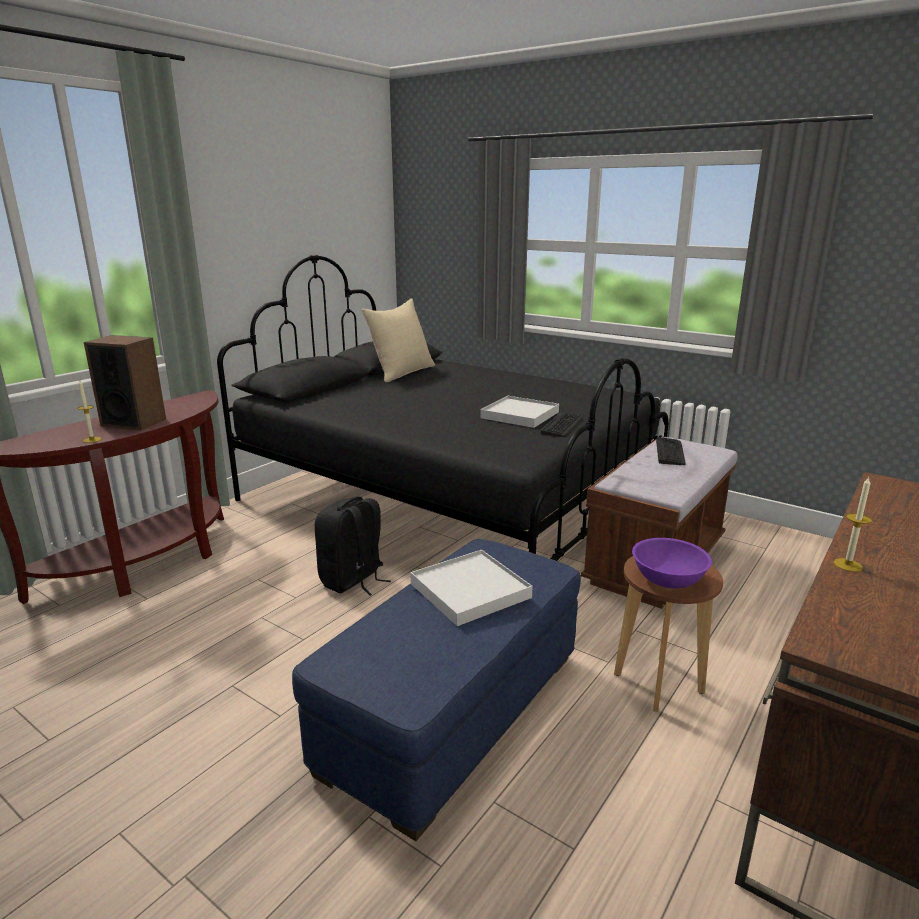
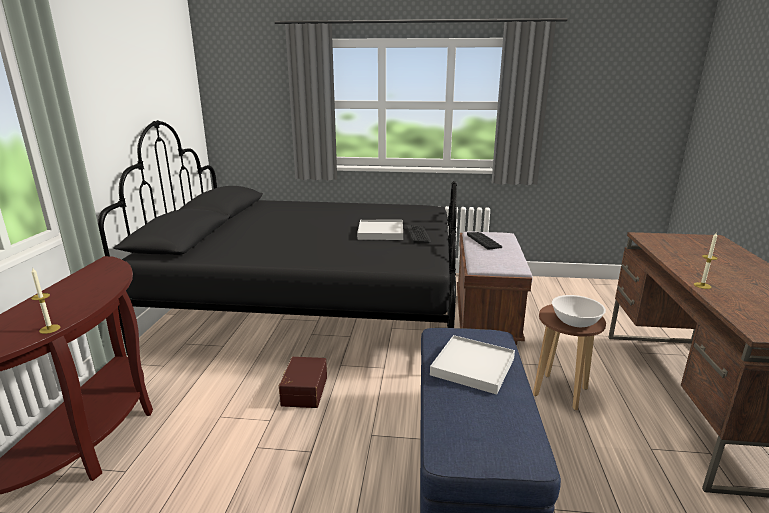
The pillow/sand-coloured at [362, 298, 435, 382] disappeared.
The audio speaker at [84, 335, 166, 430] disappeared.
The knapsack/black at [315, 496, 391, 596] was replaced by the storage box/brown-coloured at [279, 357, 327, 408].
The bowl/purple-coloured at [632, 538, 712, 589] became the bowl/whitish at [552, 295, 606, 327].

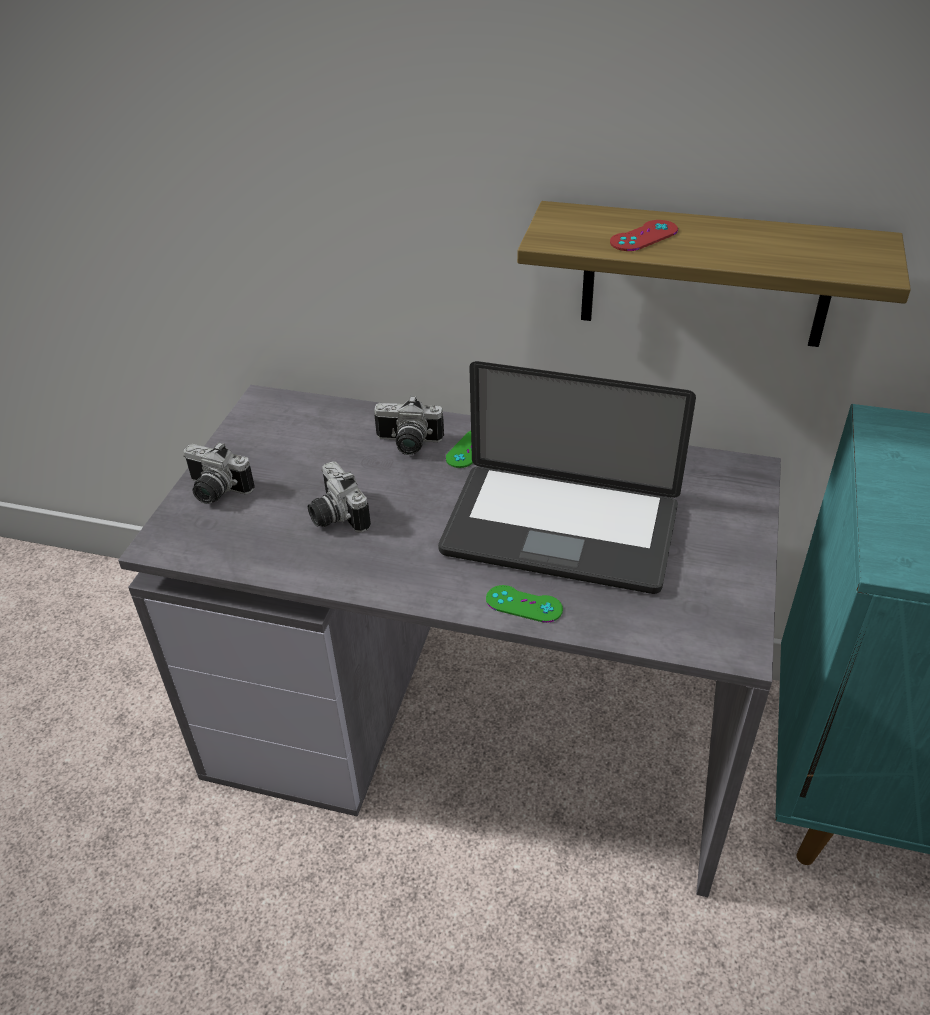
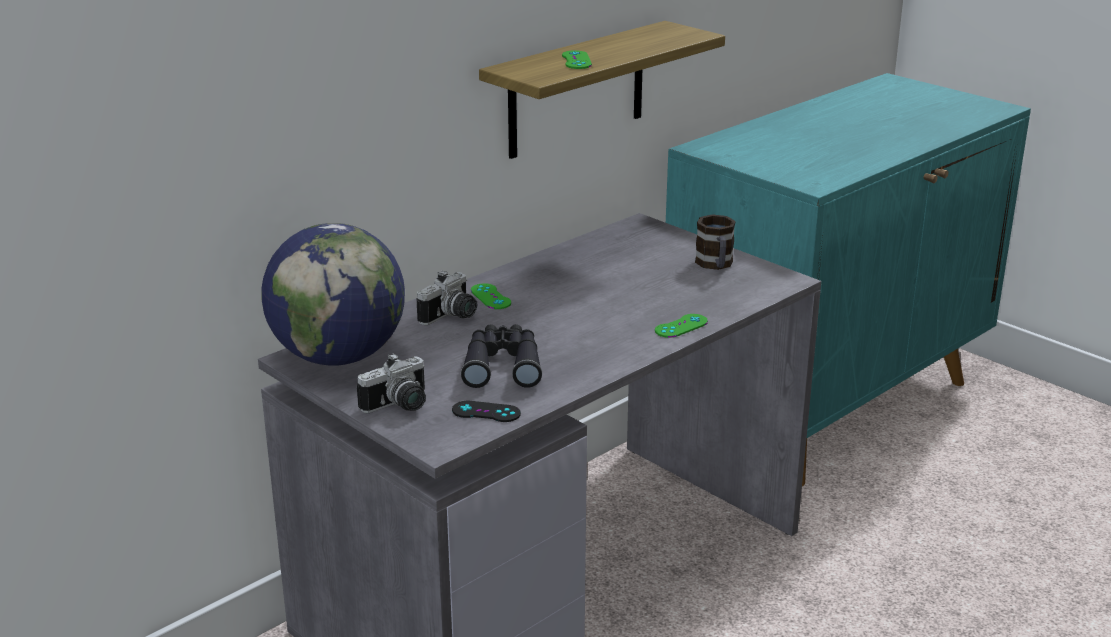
The game controller/red-coloured at [610, 220, 678, 251] became the game controller/greenish at [562, 50, 592, 69].
The laptop at [438, 361, 696, 594] disappeared.
The still camera at [308, 462, 371, 533] was replaced by the pair of binoculars/black at [461, 324, 542, 388].
The mug at [695, 214, 736, 270] appeared.
The desk globe at [261, 223, 405, 366] appeared.
The game controller/black at [452, 401, 521, 422] appeared.

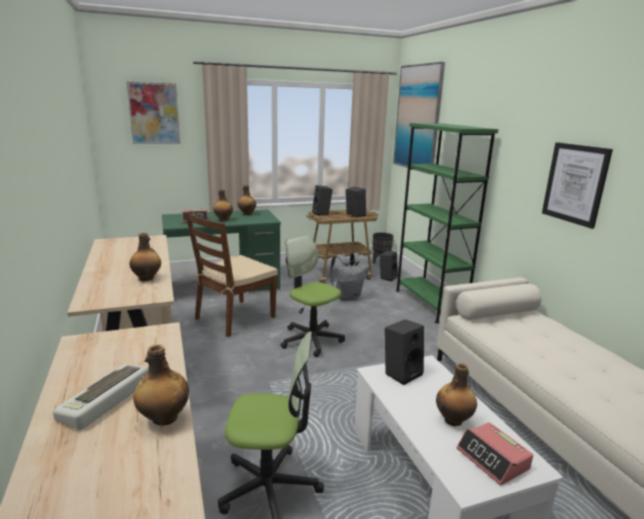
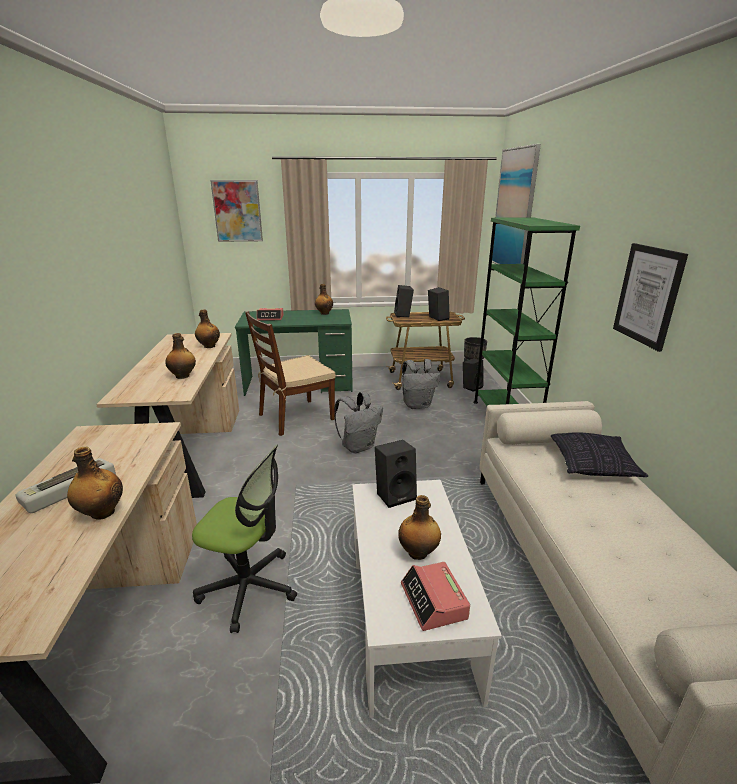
The drink bottle moved from [213, 189, 233, 221] to [195, 309, 220, 348].
The computer chair at [280, 234, 345, 357] was replaced by the knapsack/grey at [334, 392, 383, 453].
The pillow at [551, 432, 648, 477] appeared.

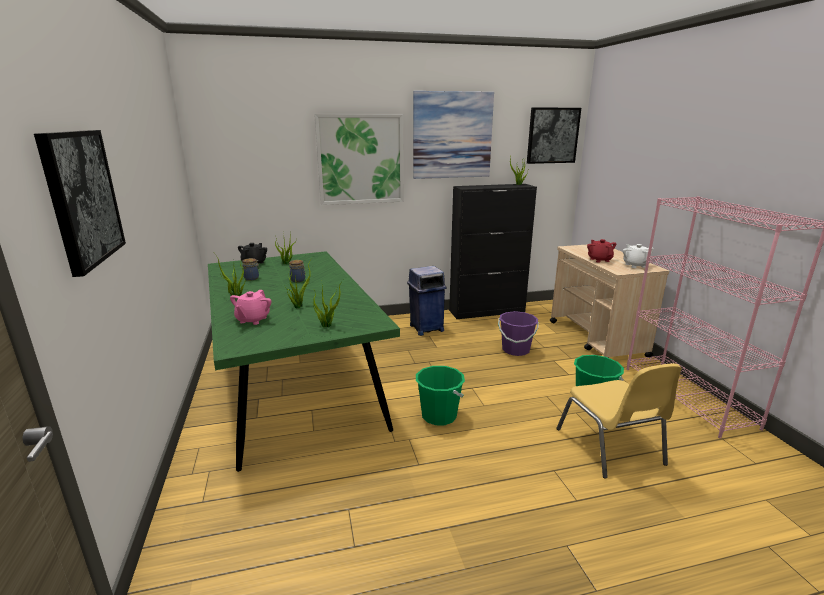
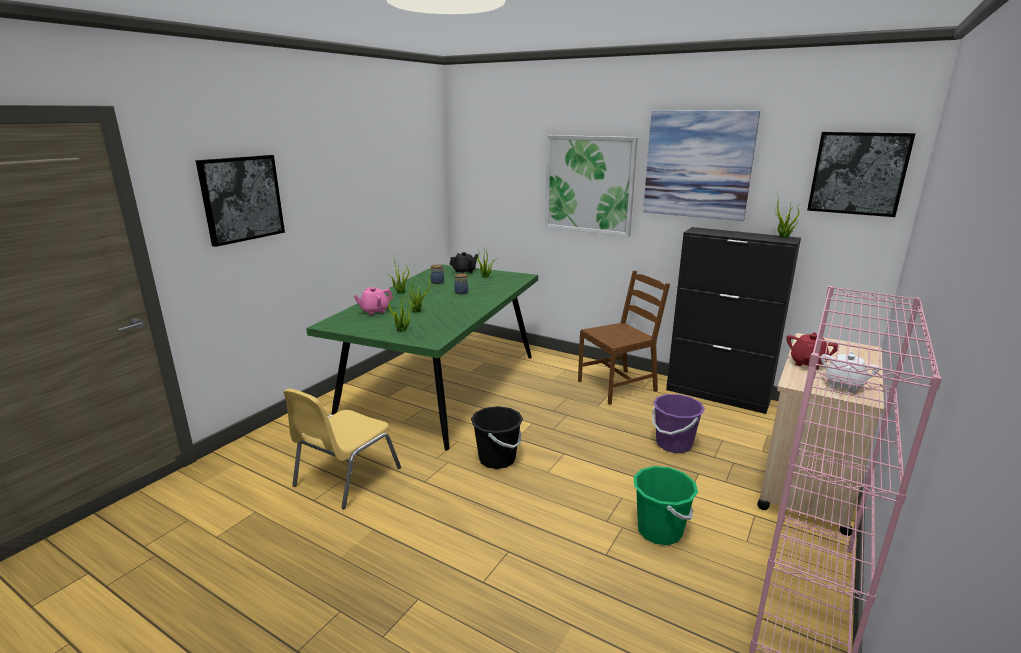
The trash can/blue-coloured at [407, 266, 447, 336] was replaced by the chair/brown-coloured at [578, 271, 670, 405].
The chair/yellowish moved from [557, 363, 682, 479] to [283, 389, 401, 509].
The water bucket/greenish at [416, 366, 465, 425] became the water bucket/black at [471, 406, 523, 469].

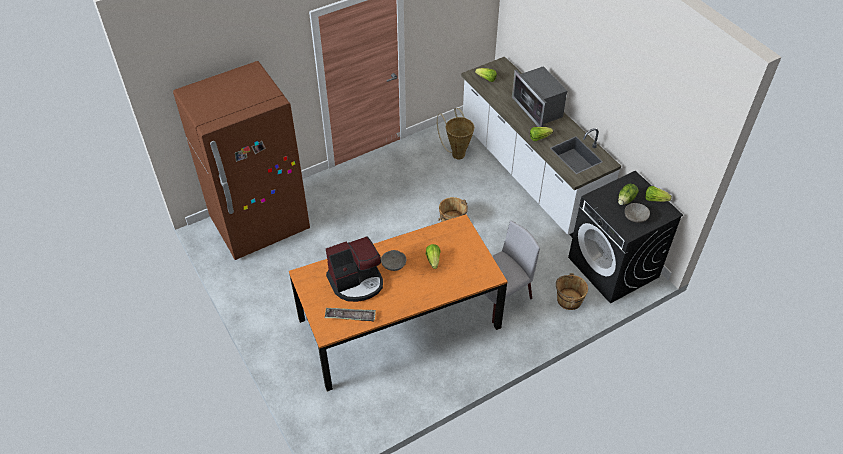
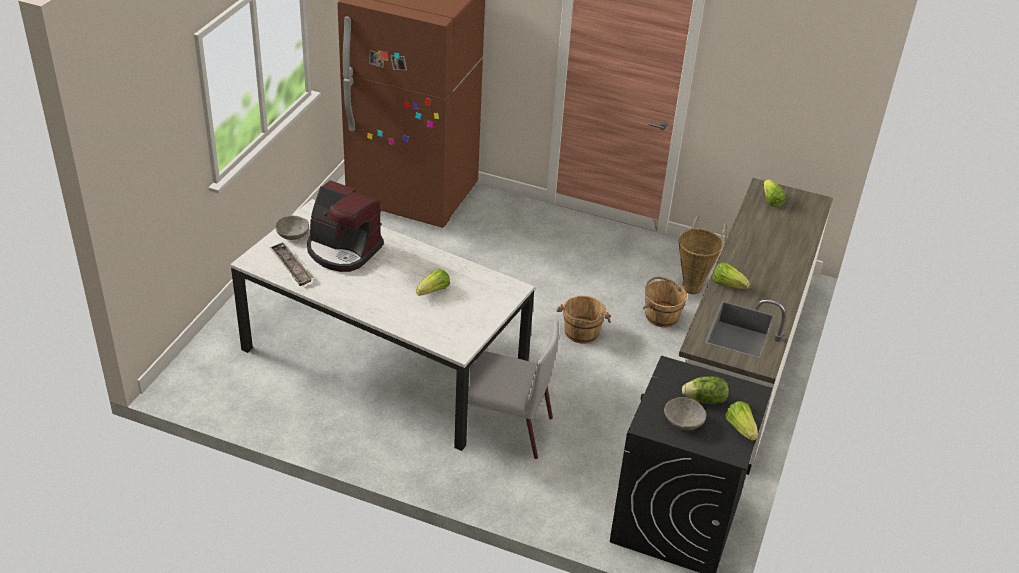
The microwave oven at [512, 66, 567, 127] disappeared.
The kitchen table/orange-coloured at [289, 214, 508, 392] became the kitchen table/whitish at [230, 199, 535, 451].
The bowl/grey moved from [381, 250, 407, 271] to [275, 216, 309, 240].
The water bucket/brown-coloured moved from [556, 273, 588, 310] to [643, 277, 687, 327].

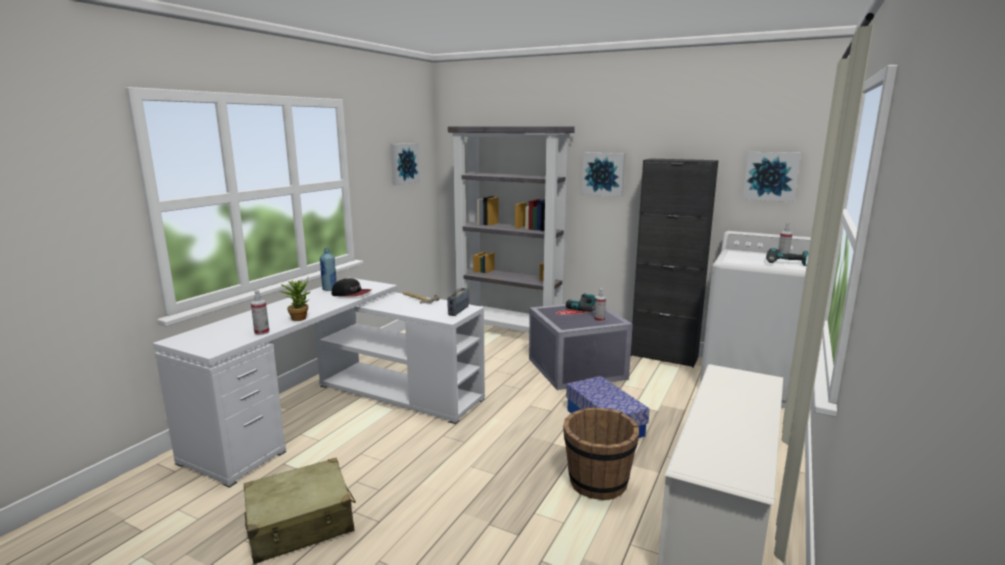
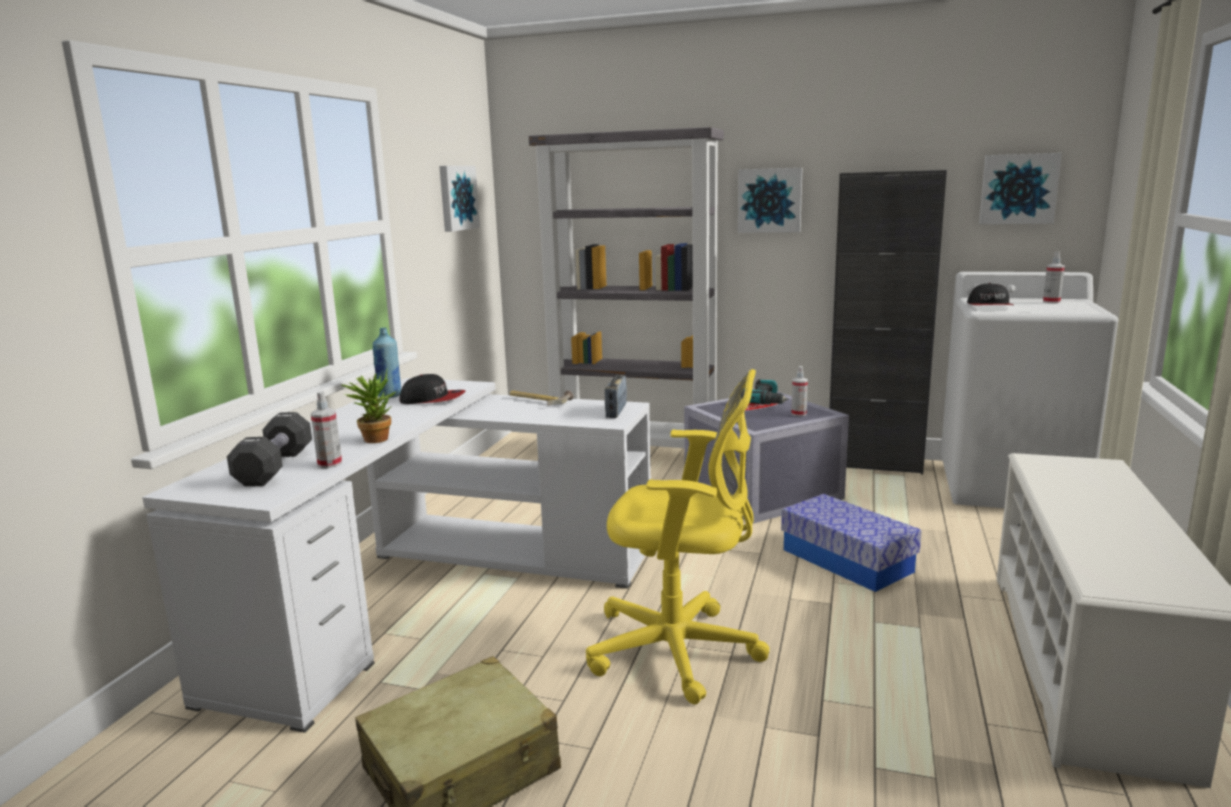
The electric drill at [766, 248, 808, 266] disappeared.
The water bucket/brown-coloured at [563, 407, 639, 500] disappeared.
The baseball cap at [967, 283, 1013, 305] appeared.
The computer chair/yellowish at [586, 369, 769, 705] appeared.
The dumbbell/black at [227, 412, 312, 486] appeared.

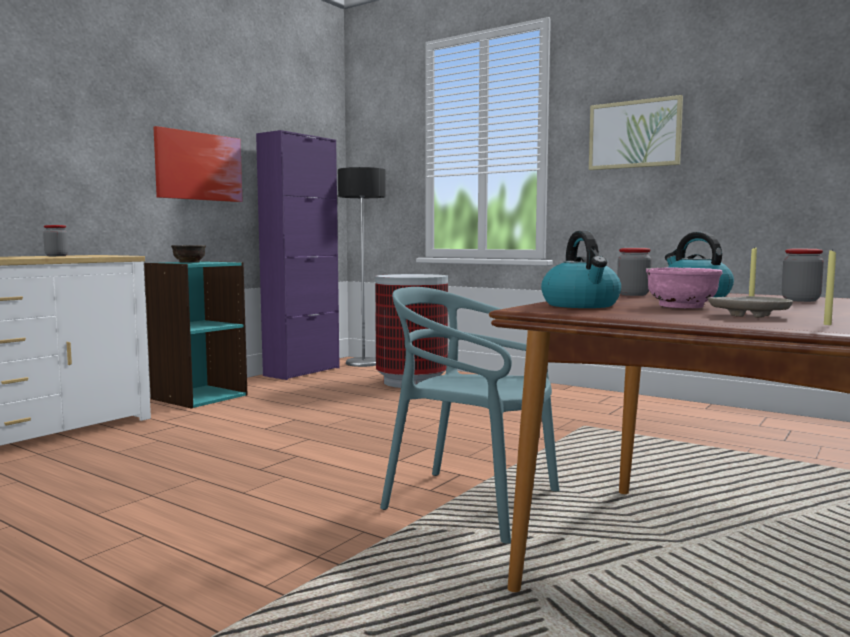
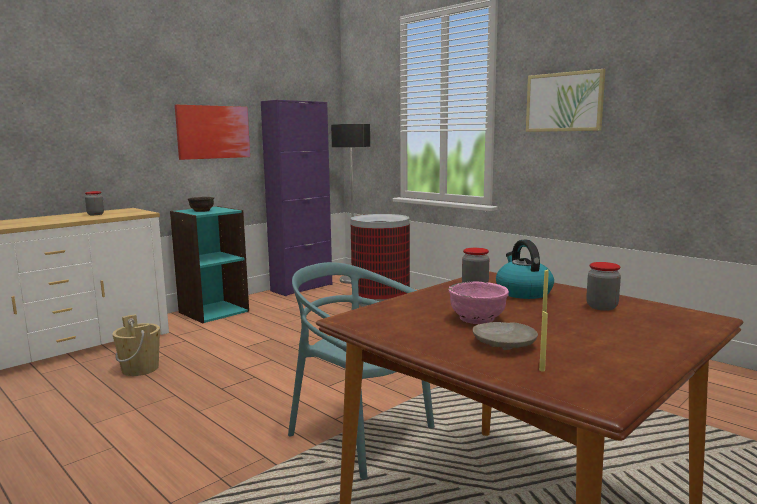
The tea kettle at [541, 231, 621, 308] disappeared.
The water bucket/sand-coloured at [112, 314, 160, 376] appeared.

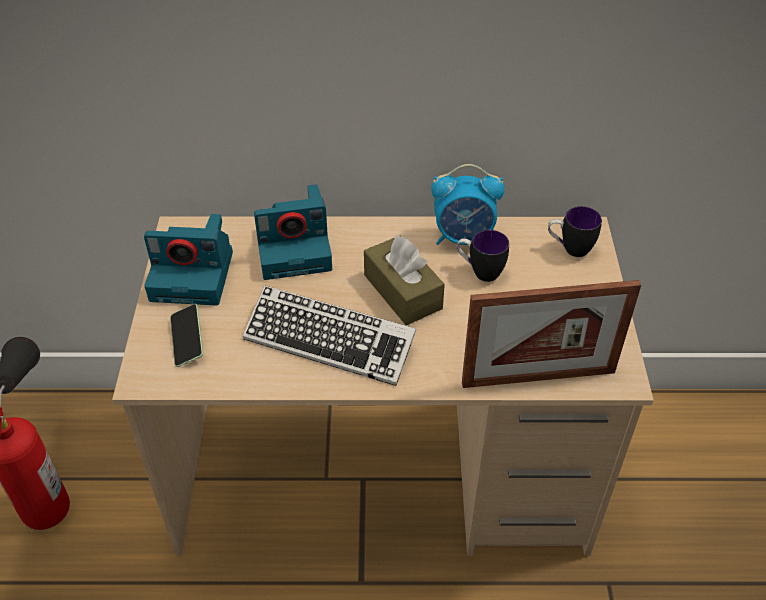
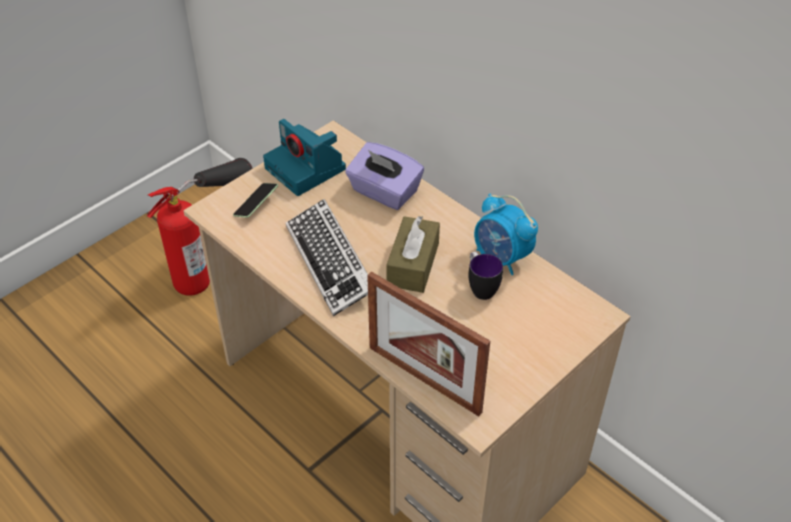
The still camera at [254, 184, 332, 280] was replaced by the box of tissues/purple-coloured at [345, 142, 424, 210].
The mug at [548, 206, 602, 257] disappeared.

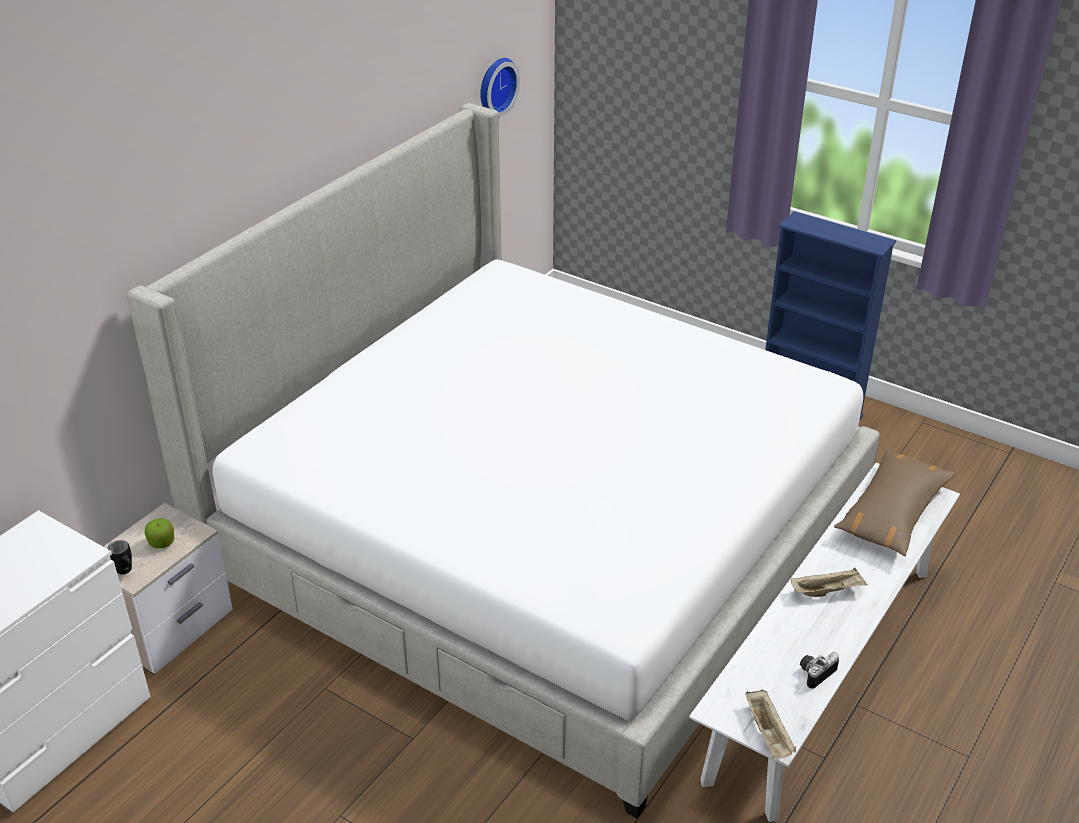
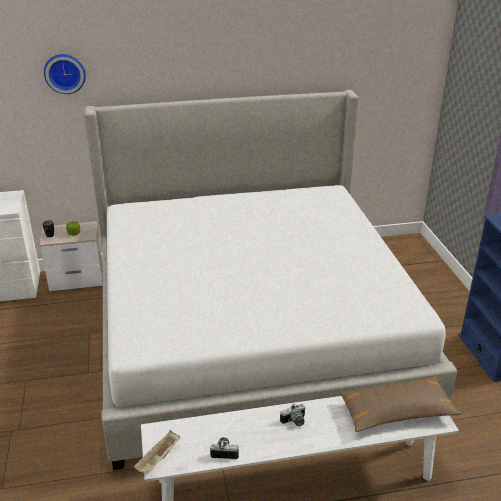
The hanging clock moved from [480, 58, 520, 117] to [44, 54, 86, 94].
The carrying tray/sand-coloured at [791, 568, 868, 597] was replaced by the still camera at [280, 403, 306, 427].

